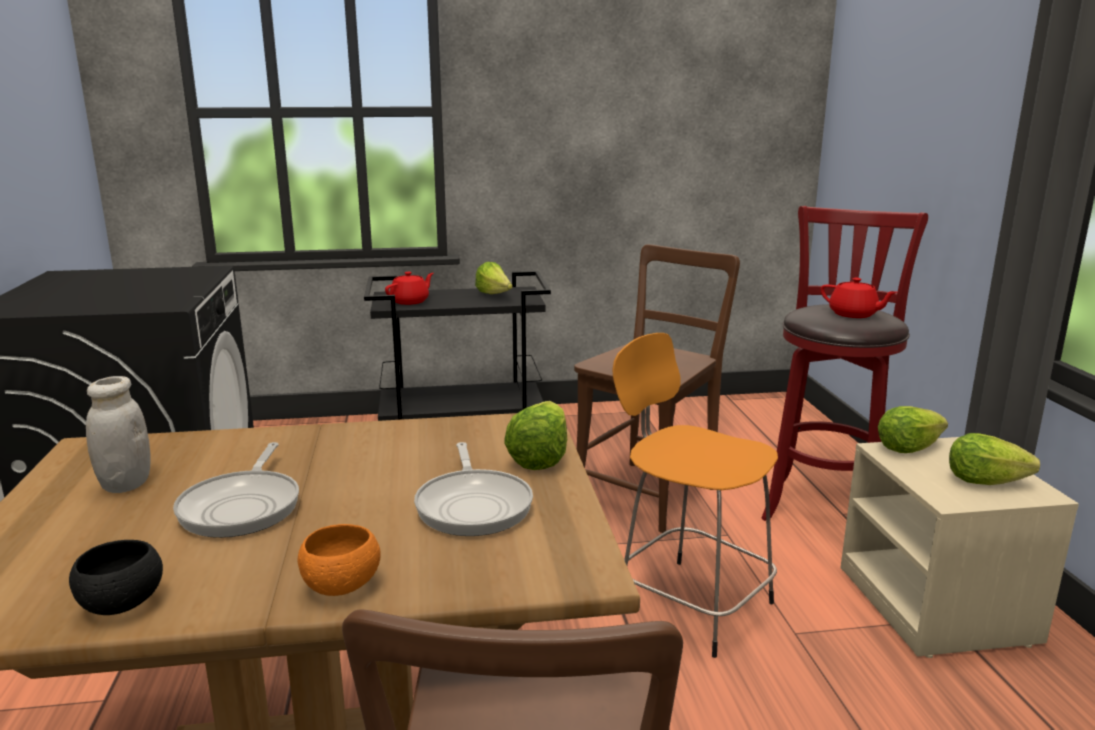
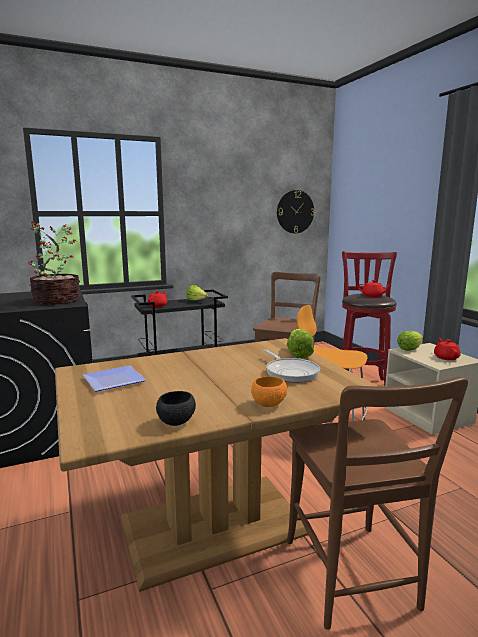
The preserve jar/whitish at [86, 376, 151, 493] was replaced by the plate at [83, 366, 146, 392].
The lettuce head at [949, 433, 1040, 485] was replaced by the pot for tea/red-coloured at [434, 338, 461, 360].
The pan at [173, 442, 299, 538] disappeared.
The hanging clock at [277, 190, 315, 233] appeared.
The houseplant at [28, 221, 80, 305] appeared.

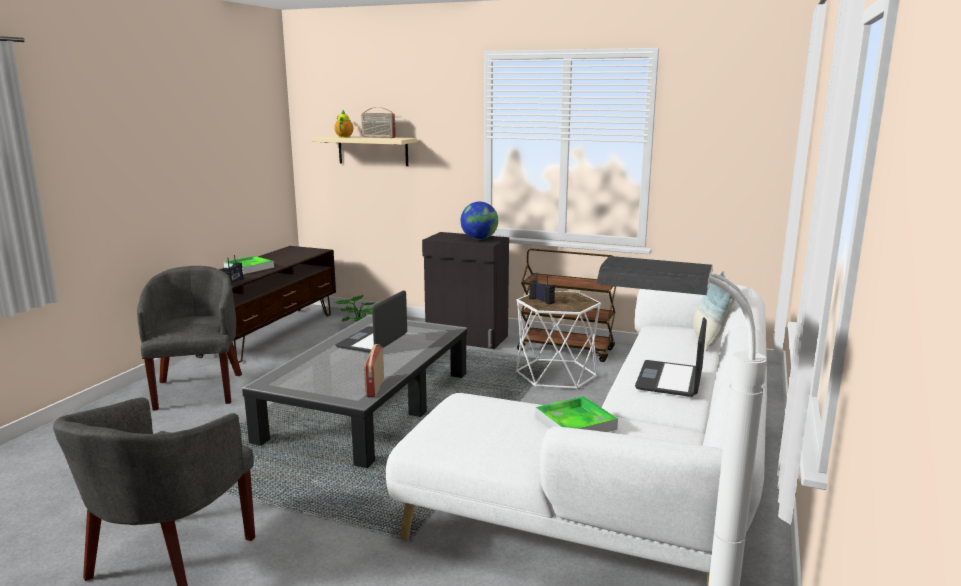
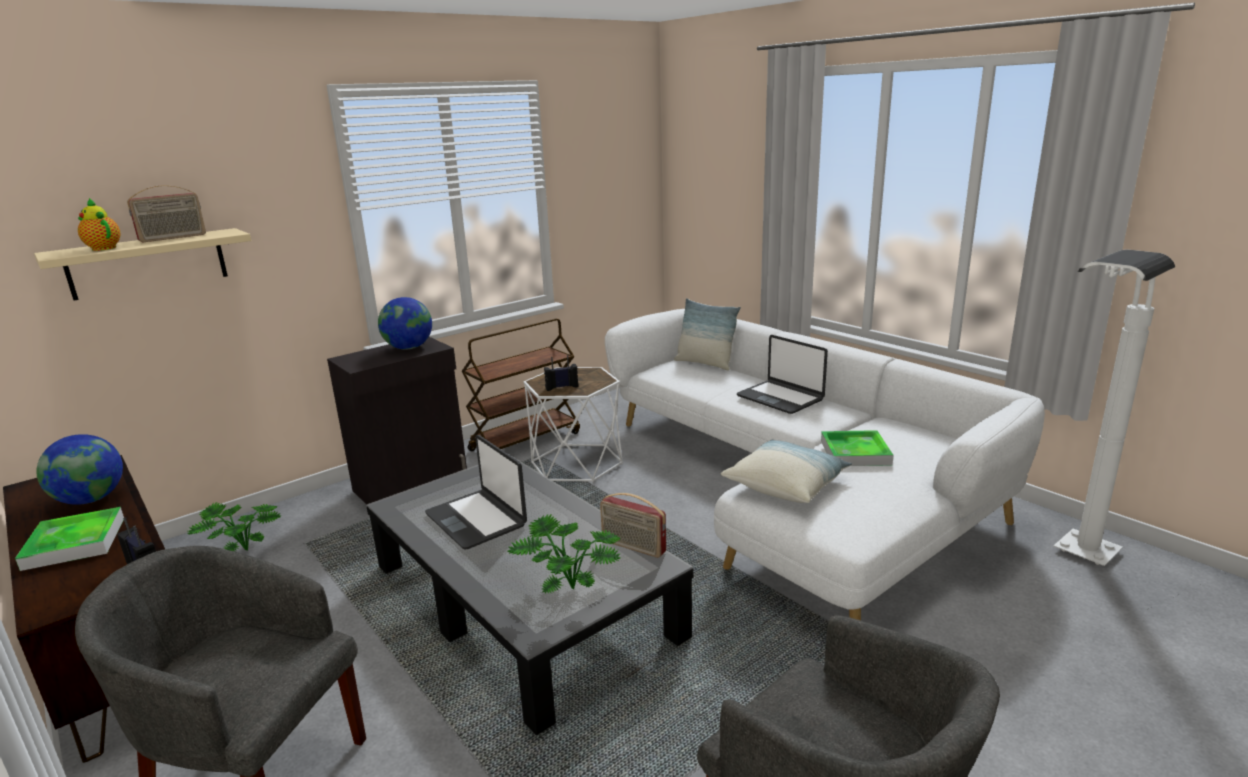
The desk globe at [36, 434, 123, 505] appeared.
The pillow at [721, 440, 852, 503] appeared.
The houseplant at [507, 514, 620, 593] appeared.

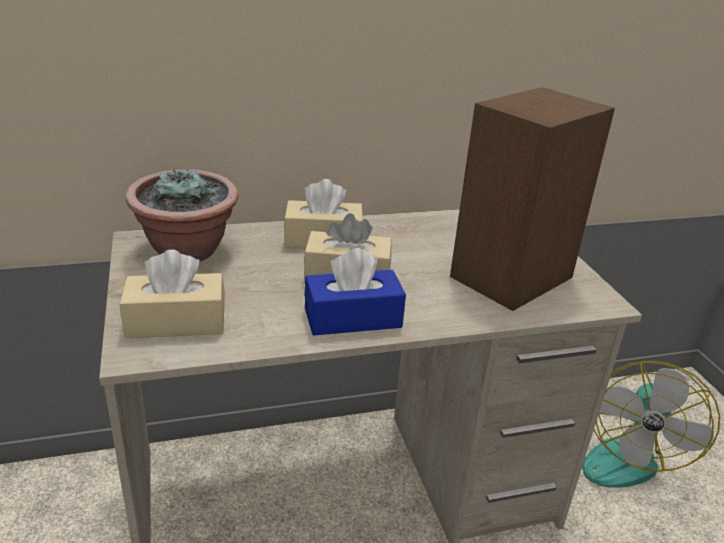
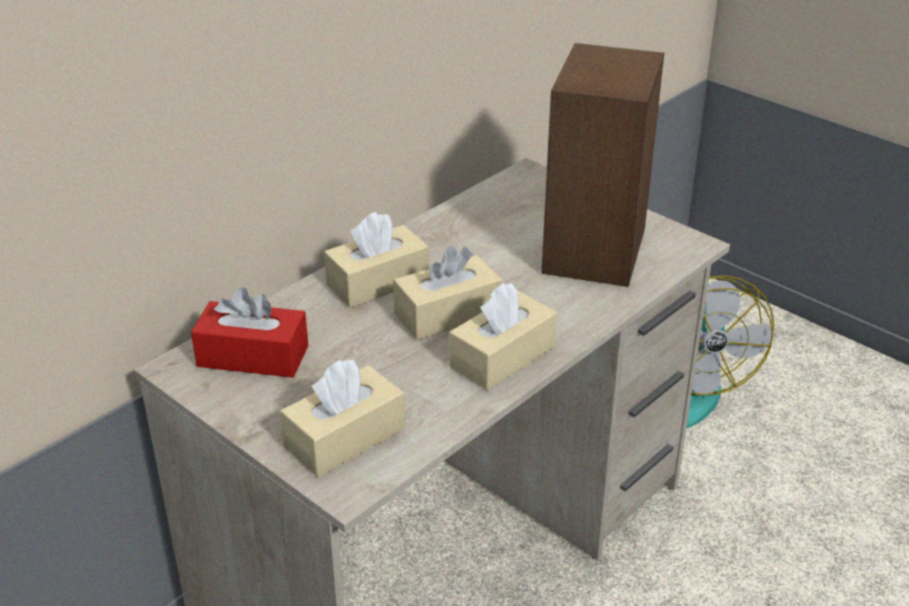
The houseplant at [126, 167, 239, 262] was replaced by the box of tissues/red-coloured at [191, 287, 308, 378].
The box of tissues/blue-coloured at [304, 248, 406, 336] became the box of tissues/sand-coloured at [449, 283, 557, 391].

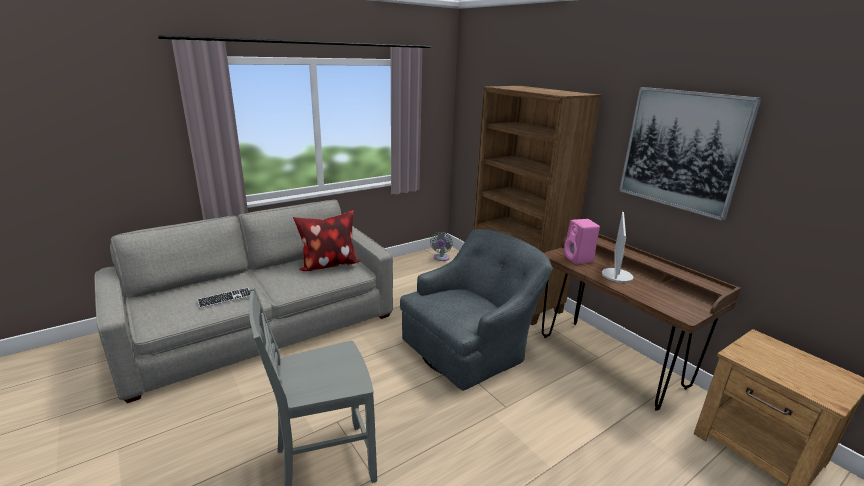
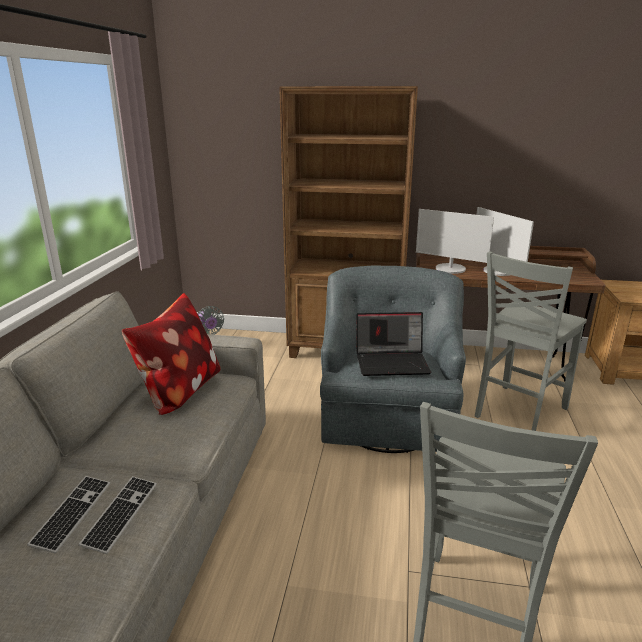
The wall picture at [619, 87, 762, 221] disappeared.
The audio speaker/pinkish at [564, 219, 600, 264] was replaced by the computer screen at [416, 209, 494, 274].
The chair/grey at [475, 251, 587, 431] appeared.
The laptop at [356, 312, 431, 376] appeared.
The PC keyboard at [27, 476, 110, 553] appeared.

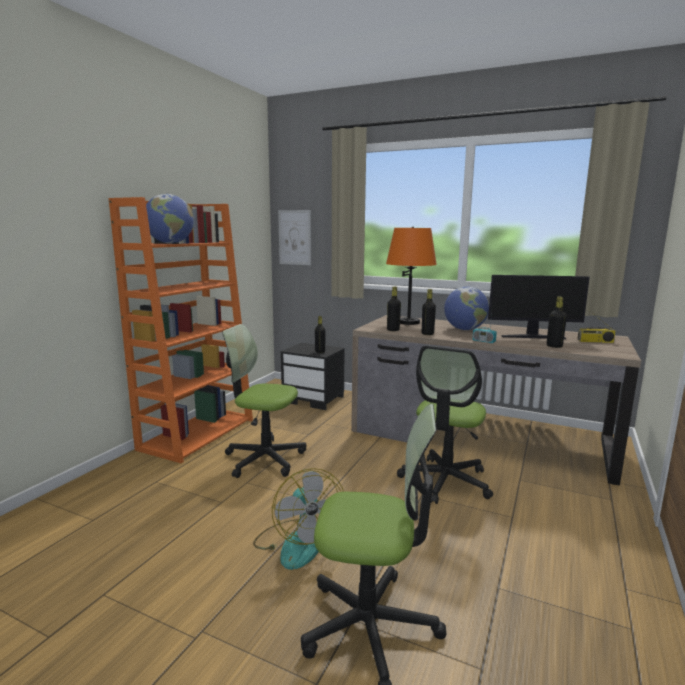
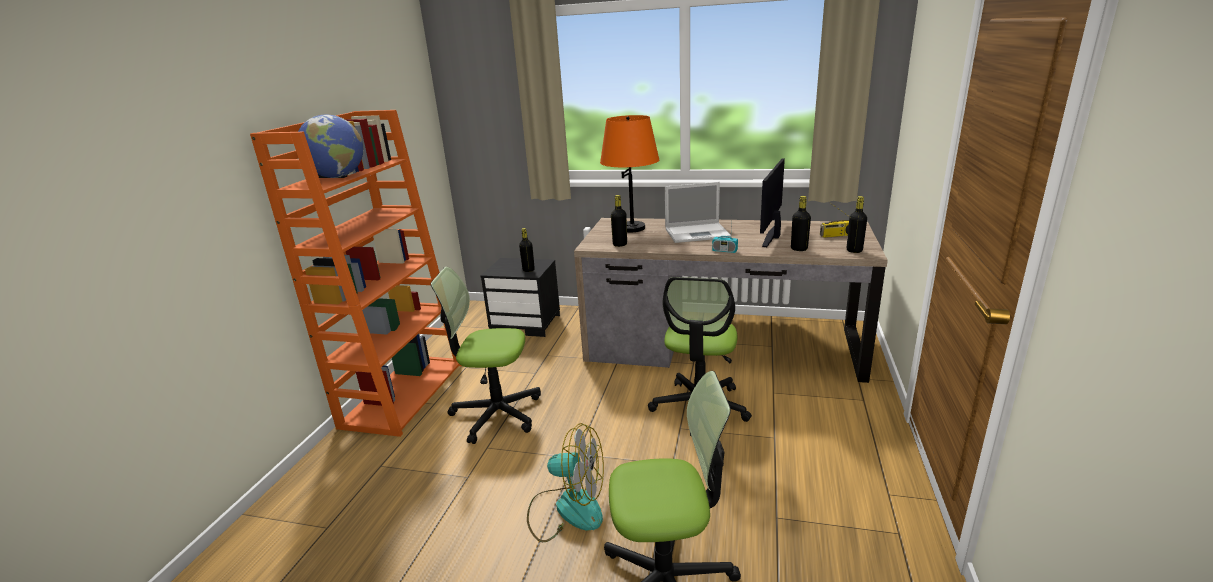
The wall picture at [278, 210, 311, 265] disappeared.
The computer screen at [488, 275, 590, 339] turned 120 degrees clockwise.
The desk globe at [444, 287, 489, 330] was replaced by the laptop at [665, 182, 731, 243].
The drink bottle/black moved from [422, 289, 436, 335] to [847, 196, 867, 253].
The fan at [253, 468, 344, 570] turned 45 degrees counterclockwise.

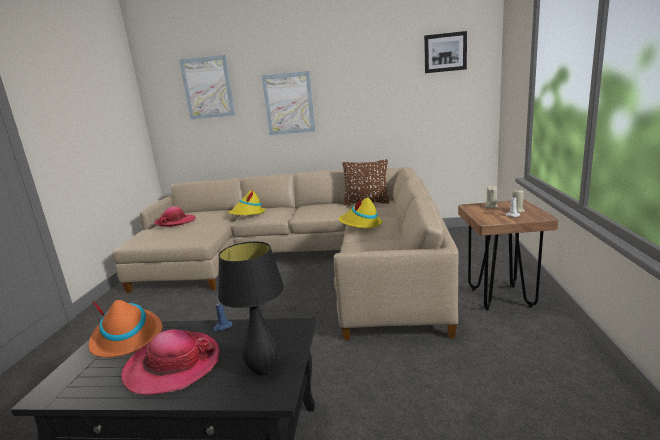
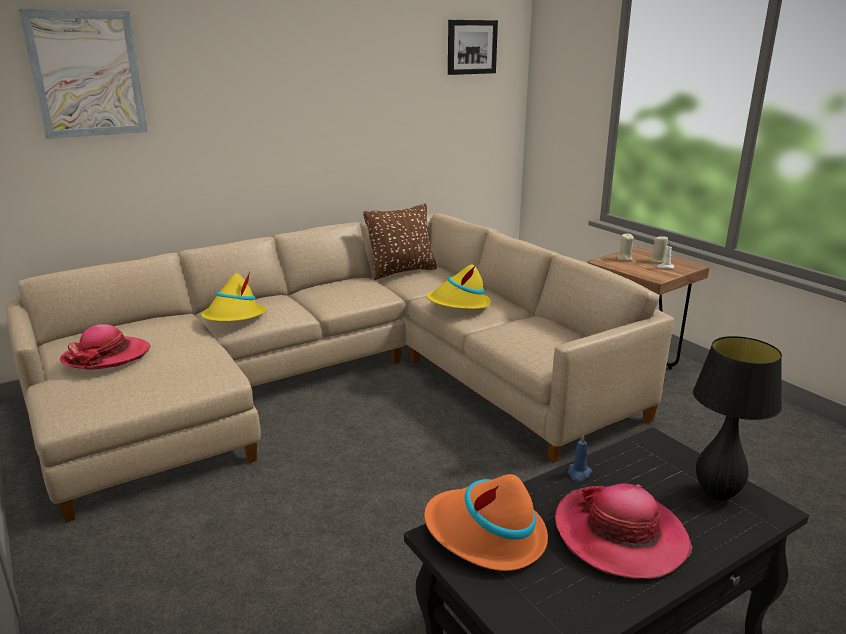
The wall picture at [262, 71, 315, 135] disappeared.

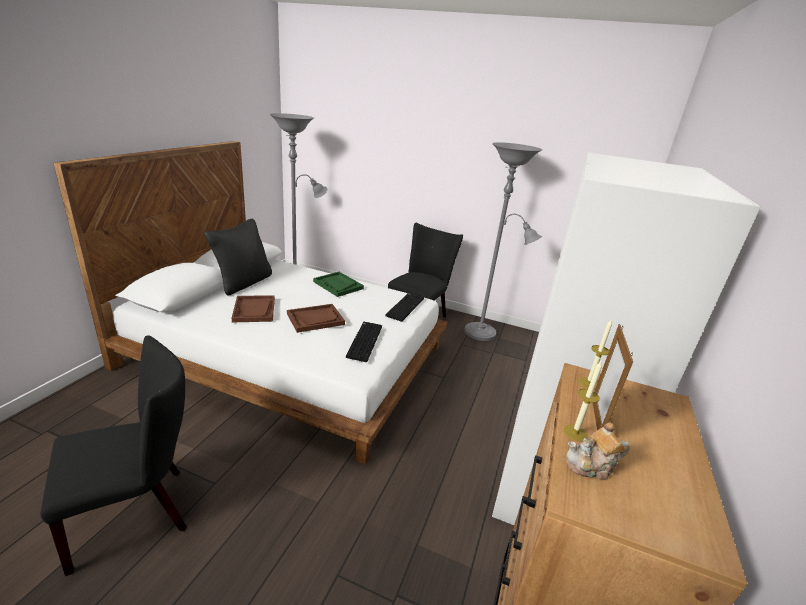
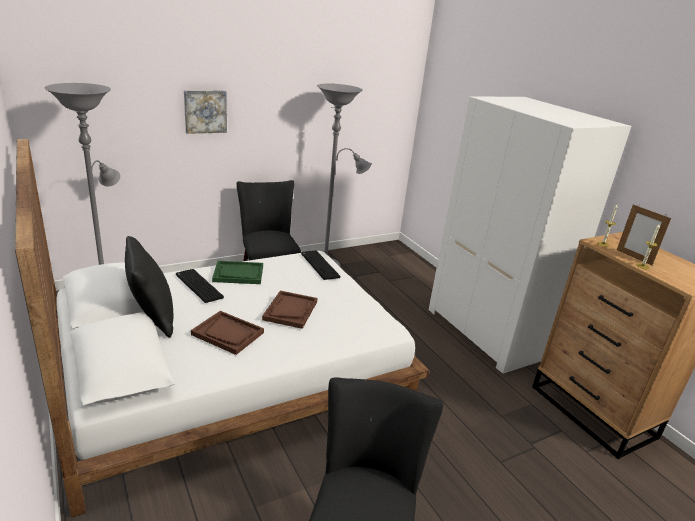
The PC keyboard moved from [346, 322, 382, 362] to [176, 269, 224, 303].
The pot for tea at [566, 422, 630, 480] disappeared.
The wall picture at [184, 90, 227, 134] appeared.

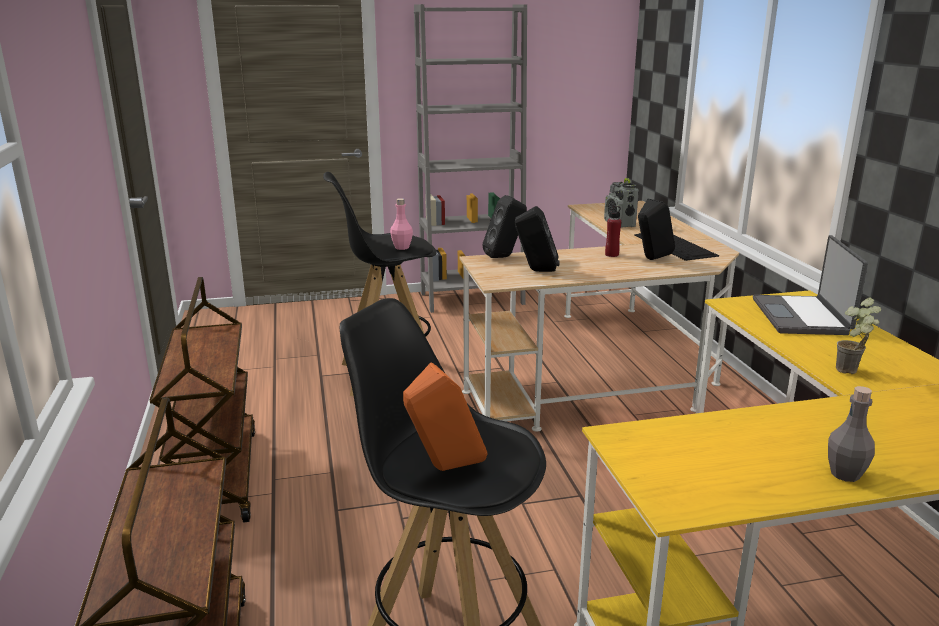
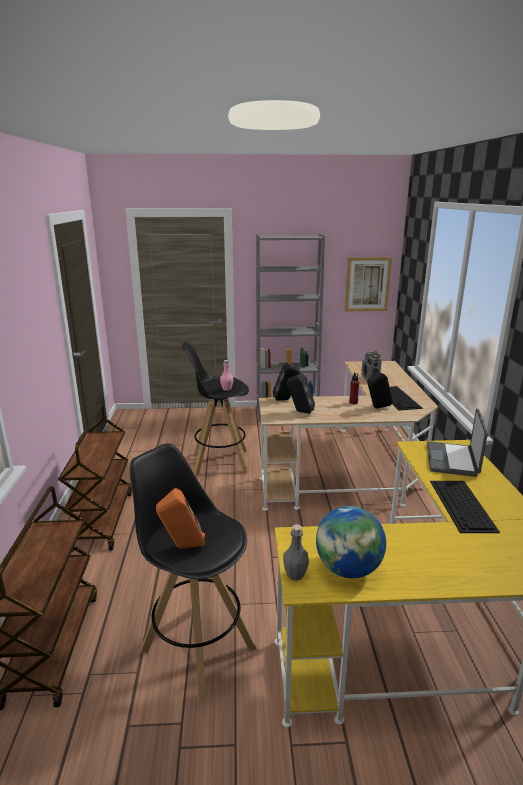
The houseplant at [836, 298, 881, 374] was replaced by the PC keyboard at [430, 481, 500, 533].
The drink bottle/grey moved from [828, 386, 875, 482] to [283, 524, 309, 581].
The wall picture at [345, 257, 392, 311] appeared.
The desk globe at [316, 506, 386, 578] appeared.

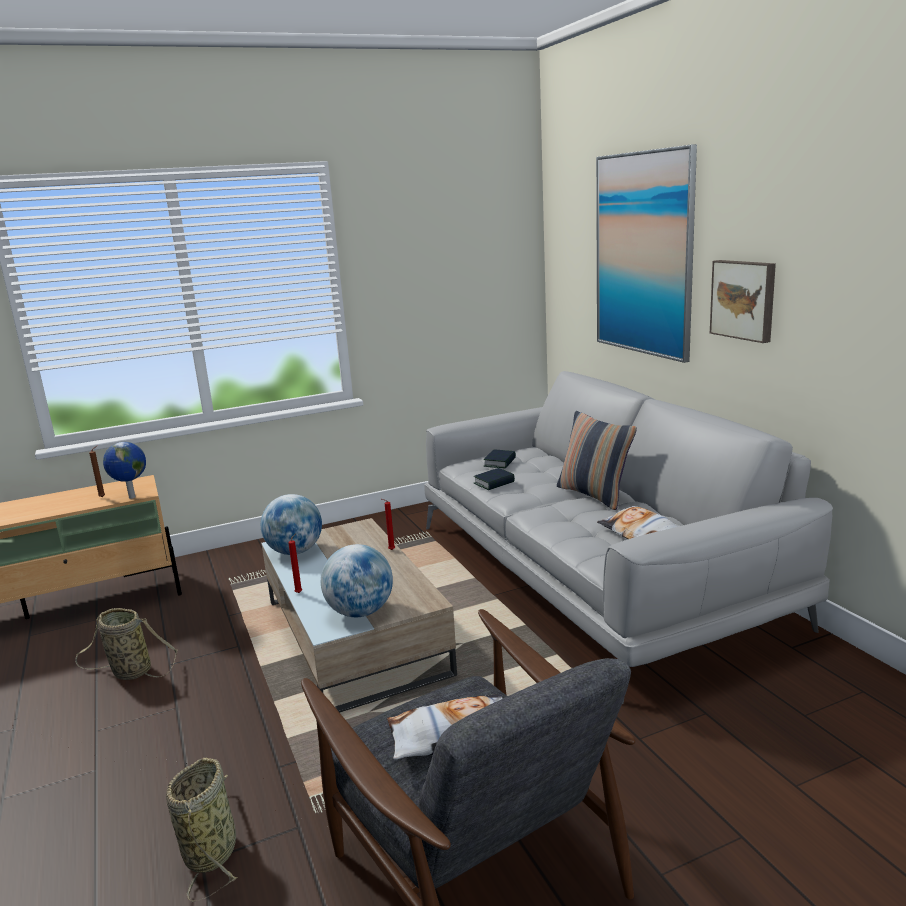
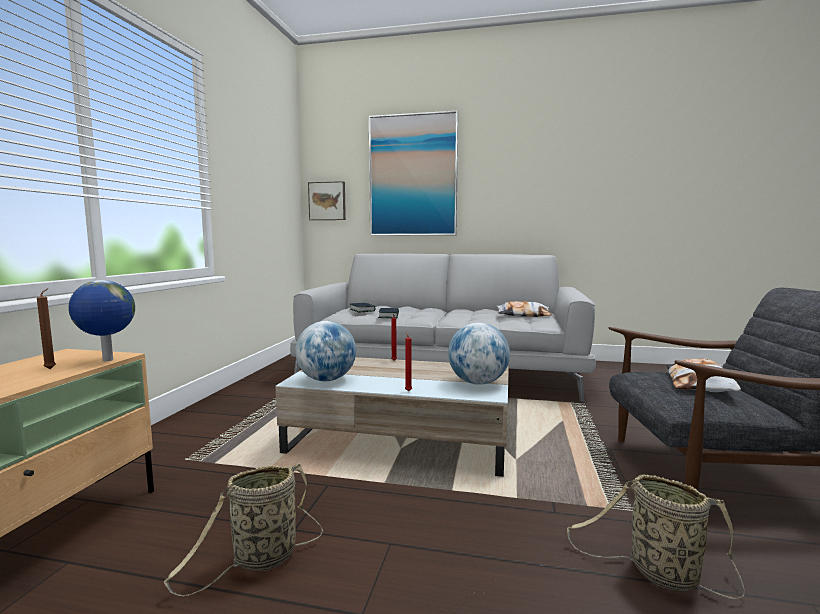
The wall picture moved from [710, 260, 776, 343] to [308, 181, 346, 220].
The pillow at [557, 411, 637, 510] disappeared.

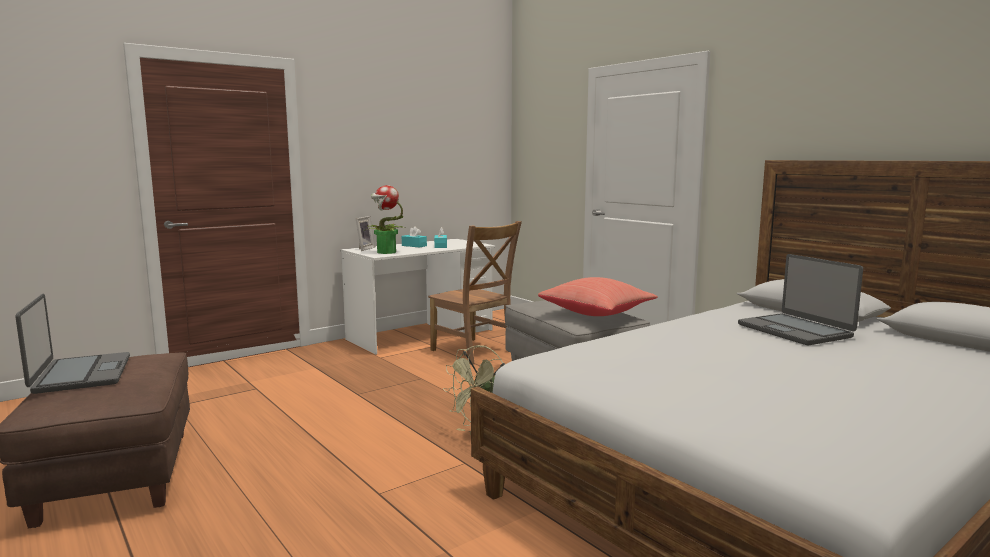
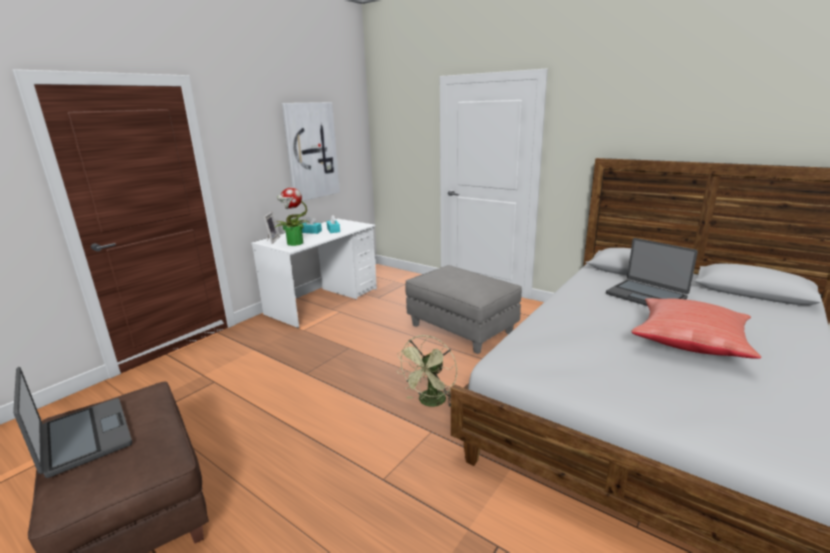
The chair/brown-coloured at [428, 221, 522, 365] disappeared.
The pillow/red-coloured moved from [538, 277, 658, 316] to [631, 298, 761, 359].
The wall picture at [282, 102, 340, 201] appeared.

